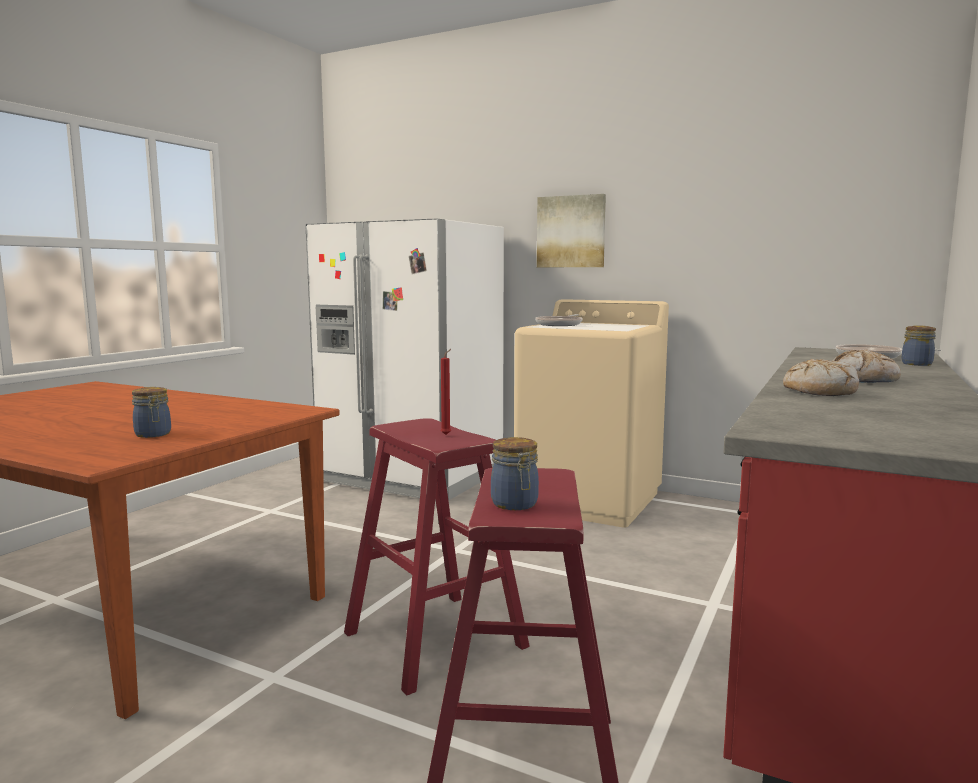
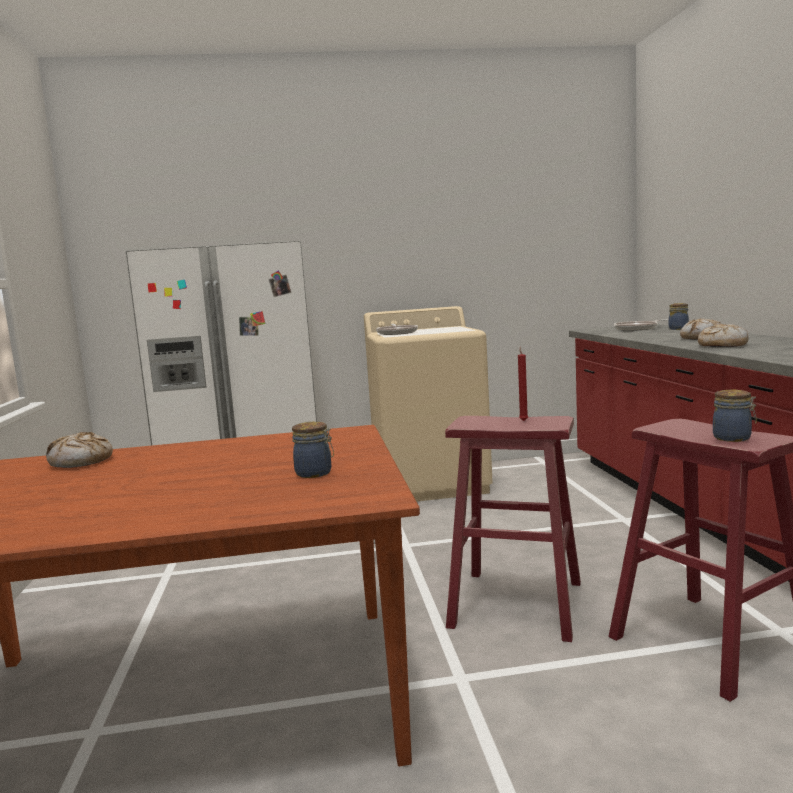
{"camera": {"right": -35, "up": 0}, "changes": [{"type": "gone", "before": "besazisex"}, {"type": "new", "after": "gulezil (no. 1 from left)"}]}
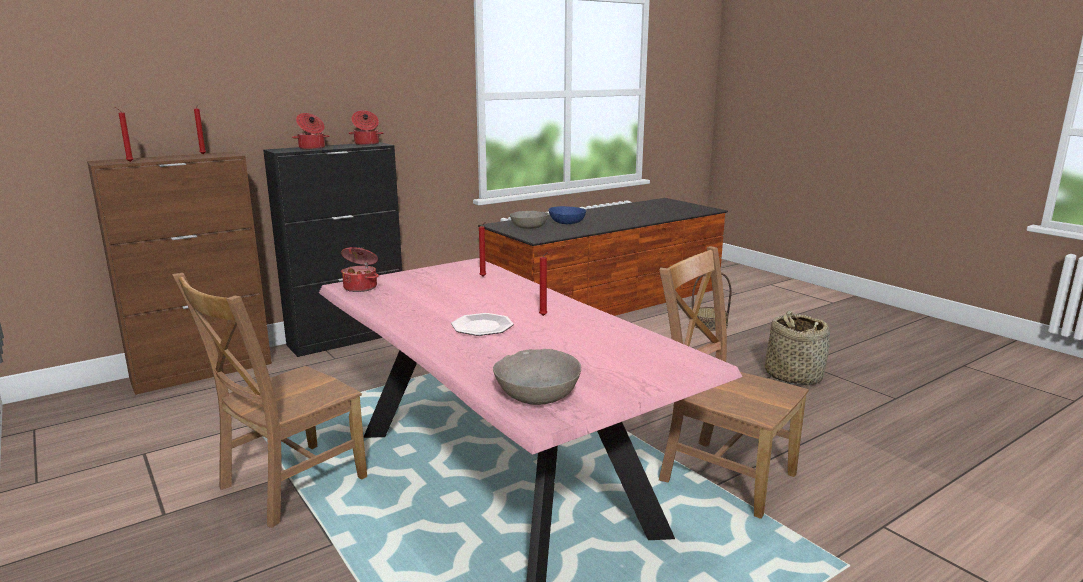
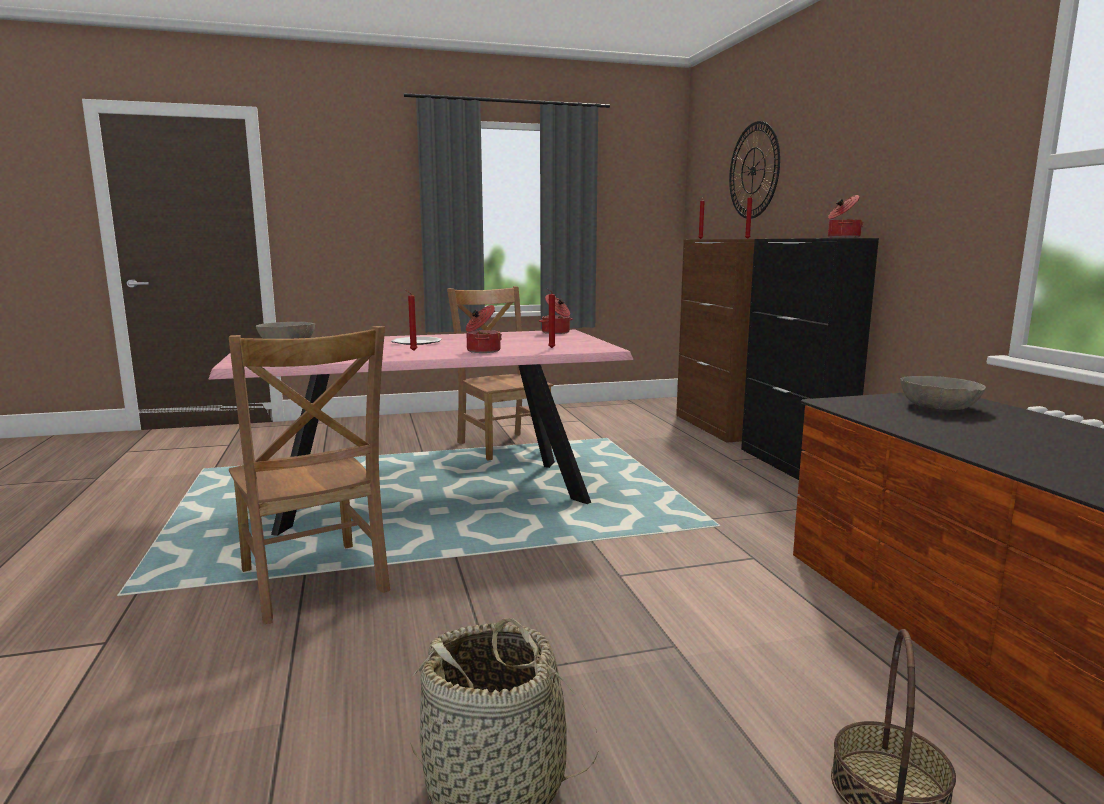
{"camera": {"right": 110, "up": -5}, "changes": [{"type": "shifted", "before": "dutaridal (no. 1 from left)"}, {"type": "gone", "before": "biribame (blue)"}, {"type": "rotated", "before": "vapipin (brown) (no. 2 from left in the first image)", "turn": 90}, {"type": "new", "after": "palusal"}]}
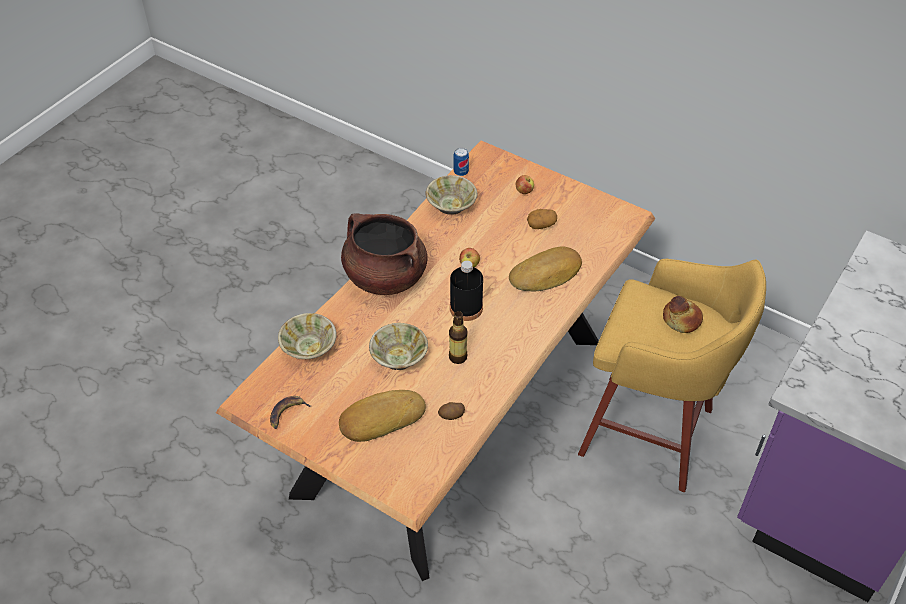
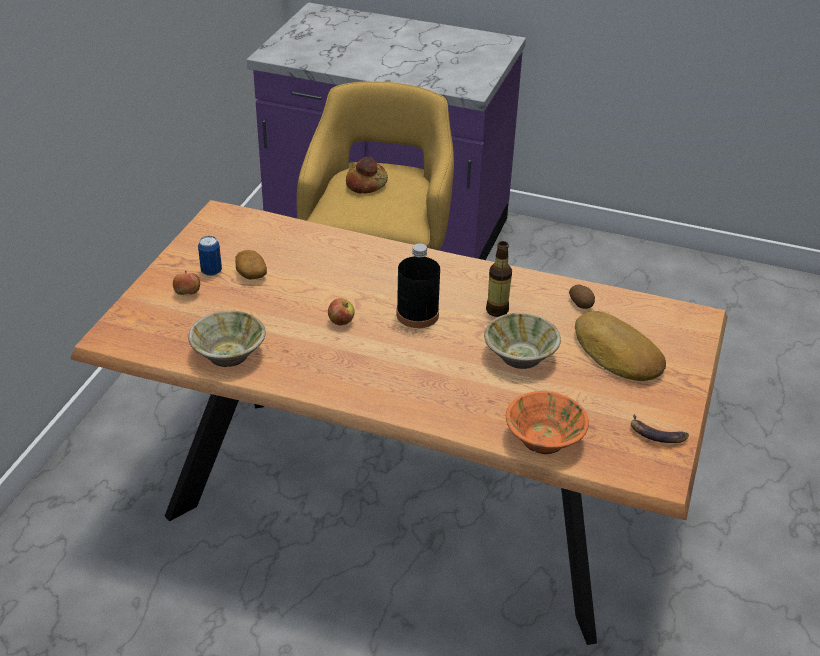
{"camera": {"right": -105, "up": -10}, "changes": [{"type": "shifted", "before": "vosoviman"}, {"type": "gone", "before": "dutaridal (brown)"}, {"type": "gone", "before": "gulezil (no. 2 from left)"}, {"type": "repainted", "before": "biribame (beige) (no. 1 from left)", "after": "biribame (orange)"}]}
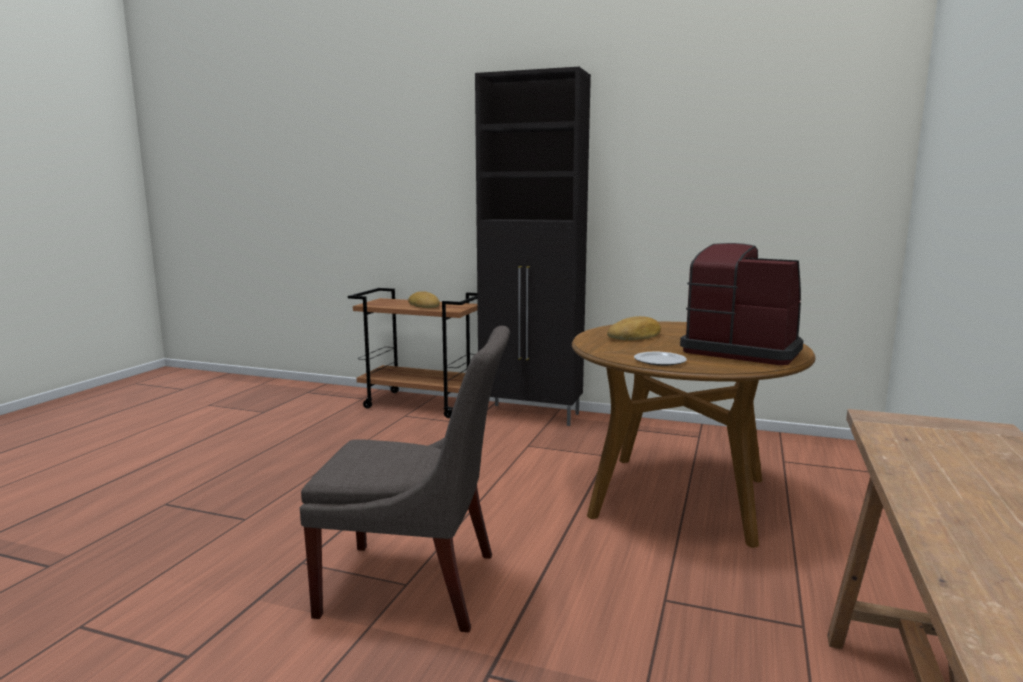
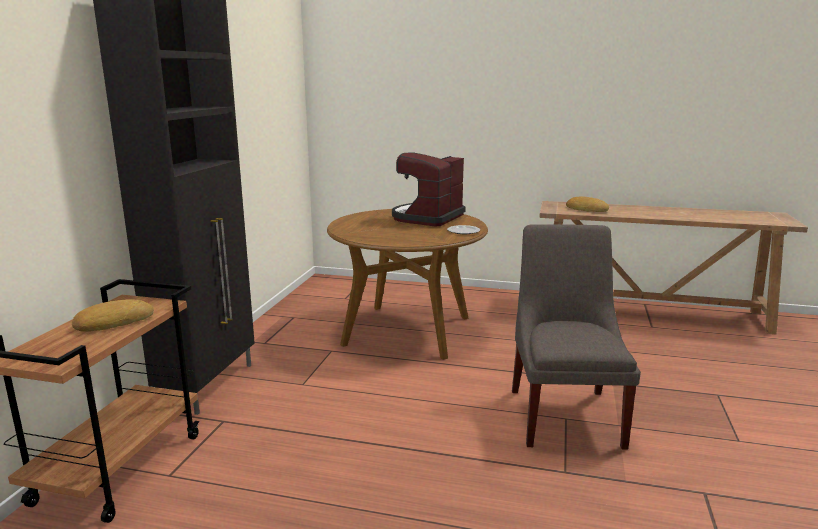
{"camera": {"right": -95, "up": 5}, "changes": [{"type": "shifted", "before": "gulezil (no. 2 from left)"}]}
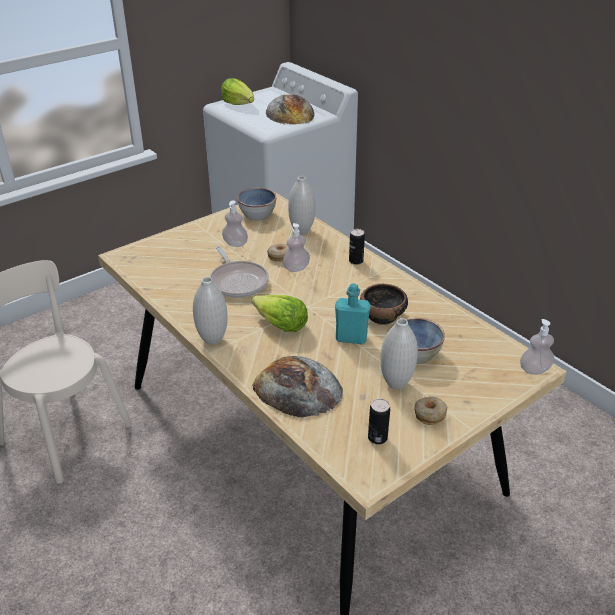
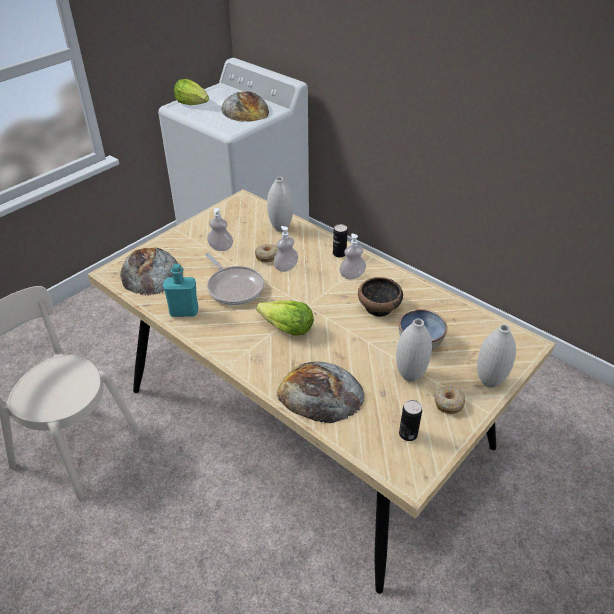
{"camera": {"right": -10, "up": 5}, "changes": [{"type": "gone", "before": "biribame (no. 1 from left)"}, {"type": "shifted", "before": "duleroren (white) (no. 1 from left in the first image)", "after": "duleroren (white) (no. 3 from left)"}, {"type": "shifted", "before": "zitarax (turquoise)"}, {"type": "shifted", "before": "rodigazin (no. 3 from left)"}, {"type": "new", "after": "gulezil (no. 1 from left)"}]}
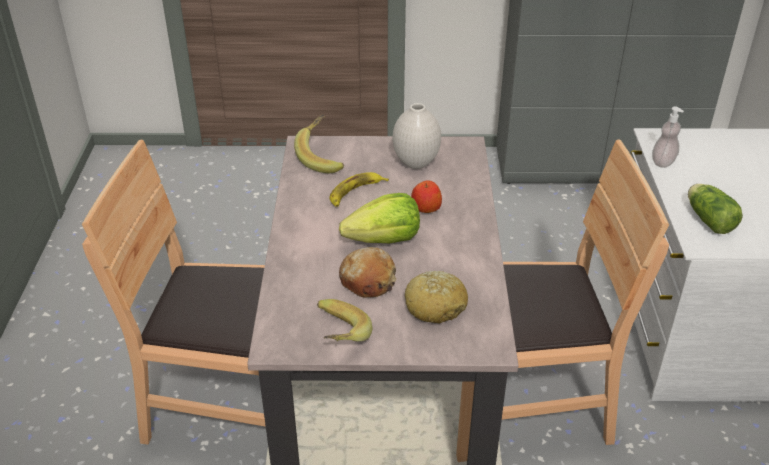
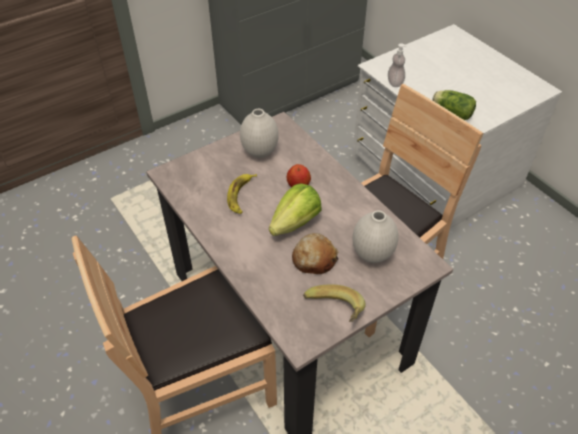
{"camera": {"right": -35, "up": 10}, "changes": [{"type": "gone", "before": "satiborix (no. 1 from left)"}, {"type": "swapped", "before": "gulezil (no. 2 from left)", "after": "duleroren (white) (no. 2 from left)"}]}
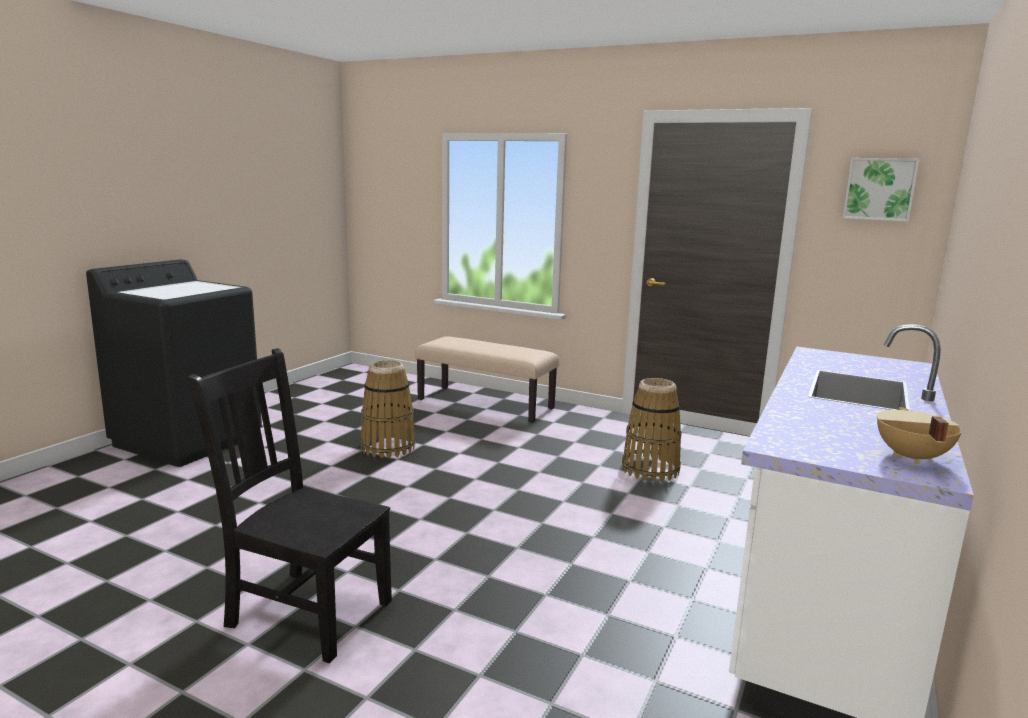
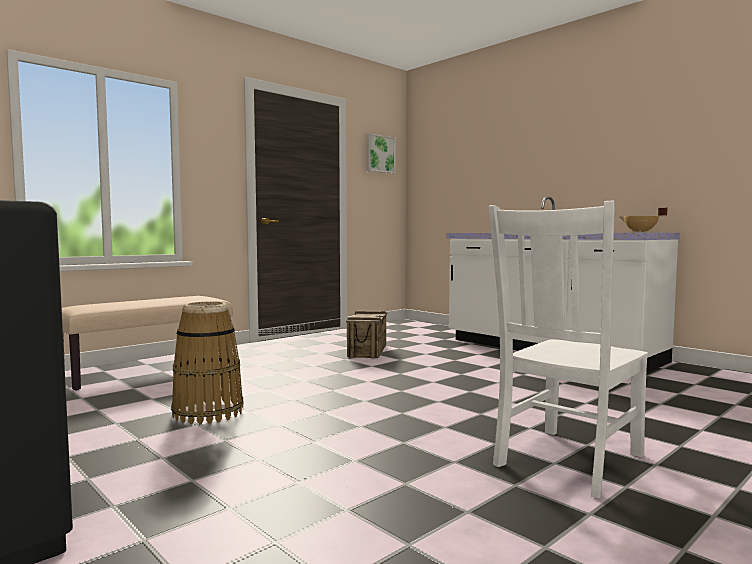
{"camera": {"right": -70, "up": -10}, "changes": [{"type": "repainted", "before": "vapipin (black)", "after": "vapipin (white)"}, {"type": "swapped", "before": "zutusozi (no. 2 from left)", "after": "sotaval"}]}
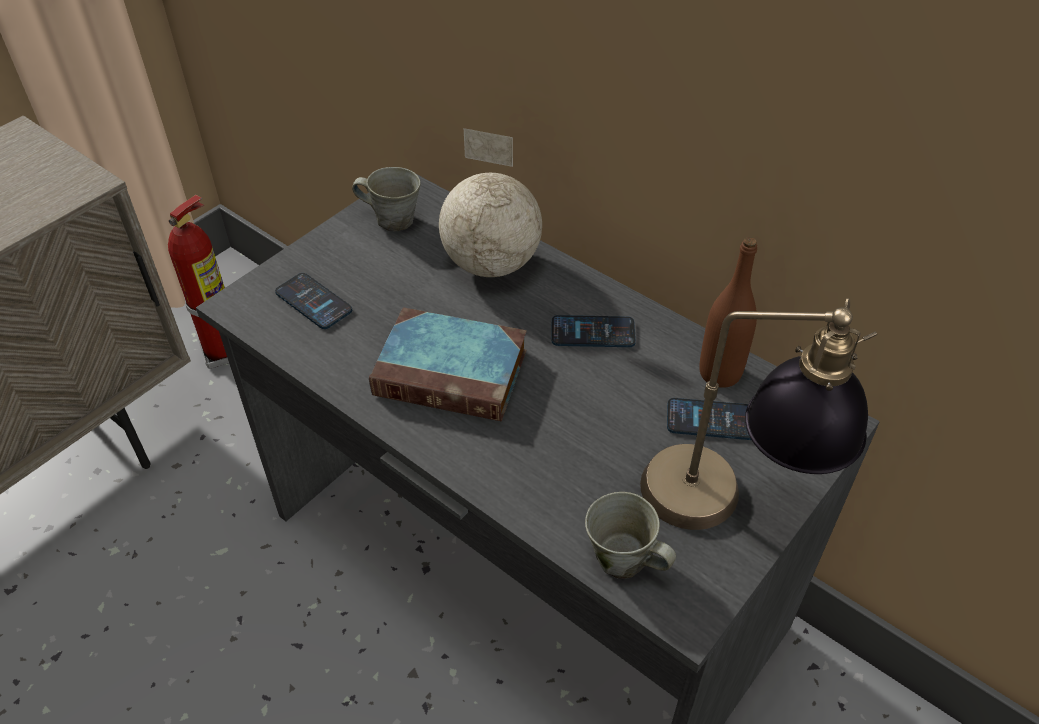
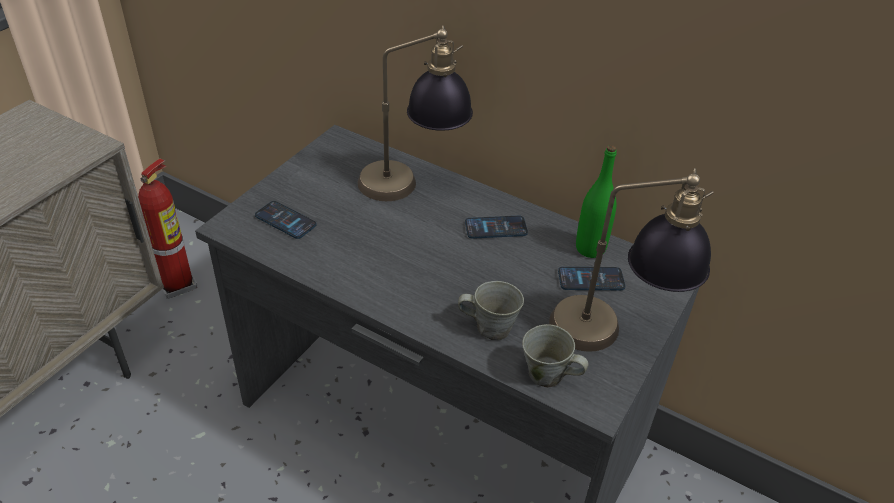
{"camera": {"right": -10, "up": -5}, "changes": [{"type": "swapped", "before": "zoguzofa", "after": "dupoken (no. 1 from left)"}, {"type": "shifted", "before": "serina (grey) (no. 1 from left)"}, {"type": "repainted", "before": "zitarax (brown)", "after": "zitarax (green)"}, {"type": "gone", "before": "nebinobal"}]}
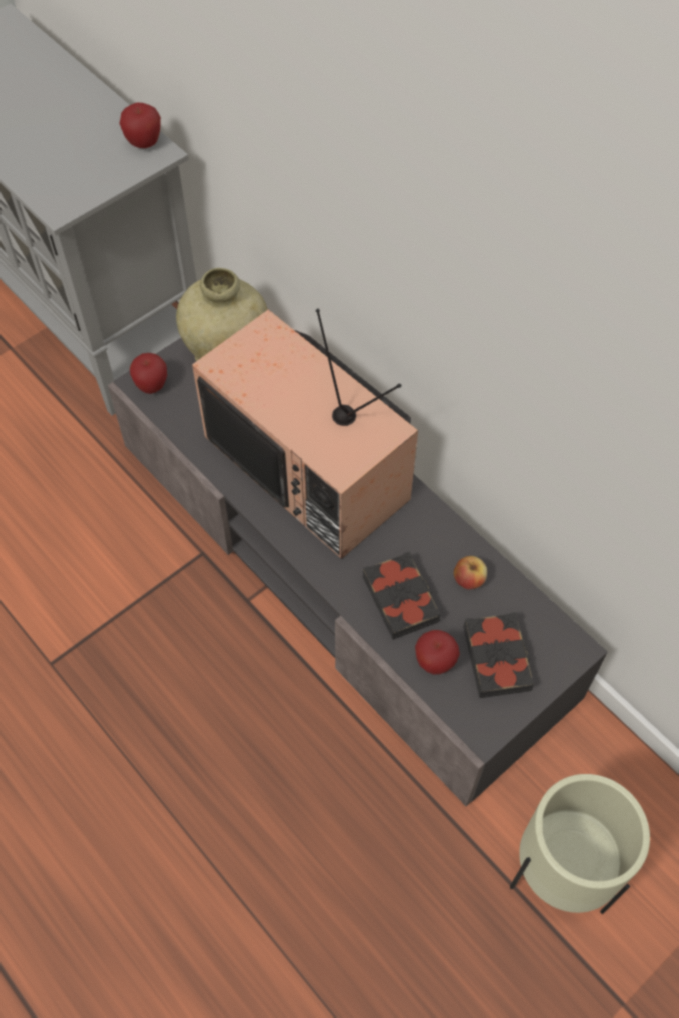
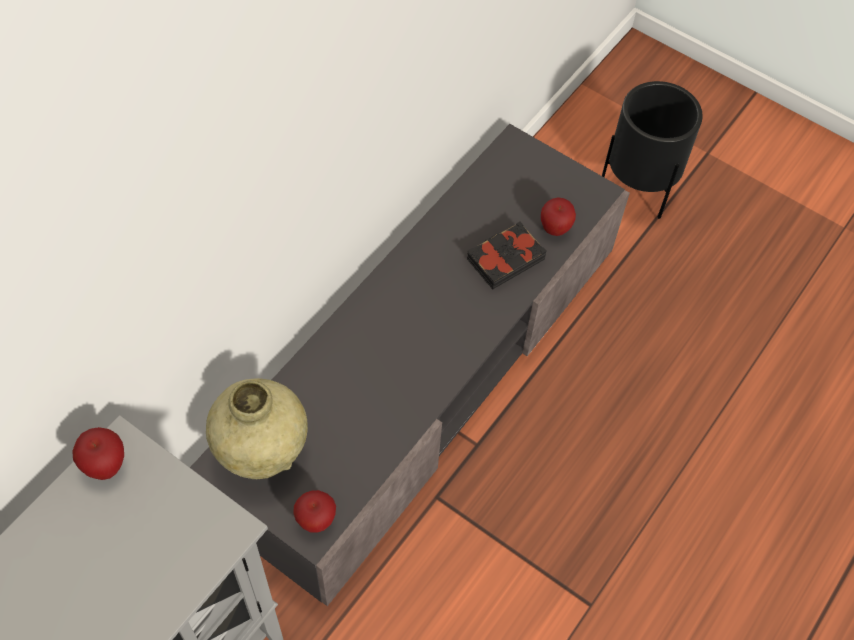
{"camera": {"right": -105, "up": 0}, "changes": [{"type": "gone", "before": "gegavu"}, {"type": "gone", "before": "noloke (no. 4 from left)"}, {"type": "gone", "before": "nebinobal (black) (no. 2 from left)"}, {"type": "repainted", "before": "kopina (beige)", "after": "kopina (black)"}]}
